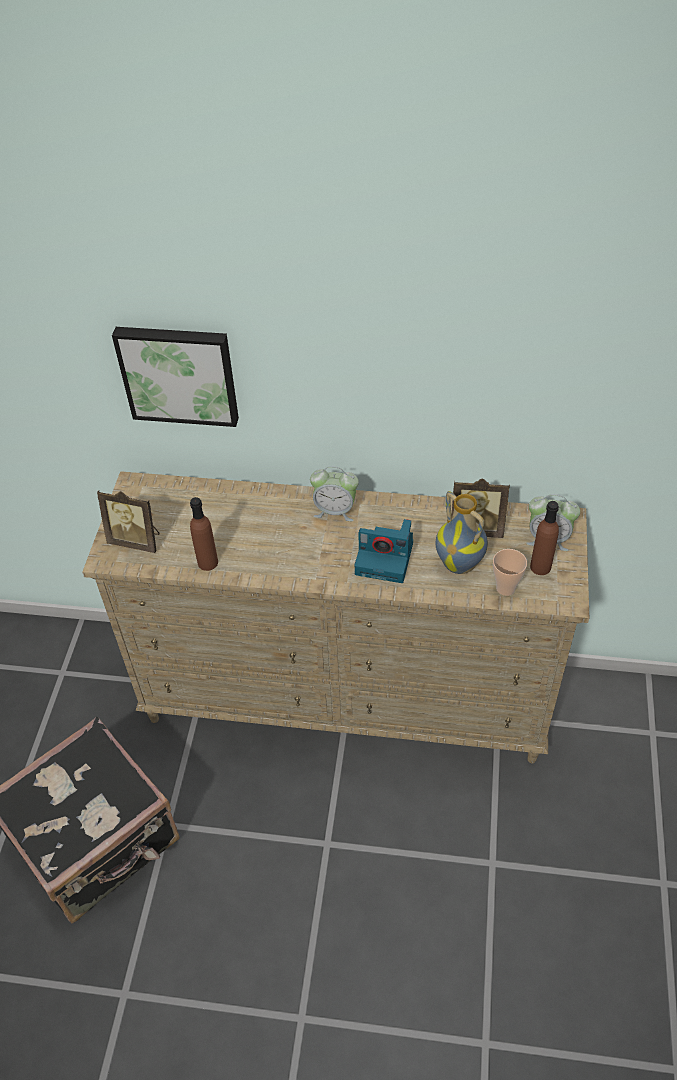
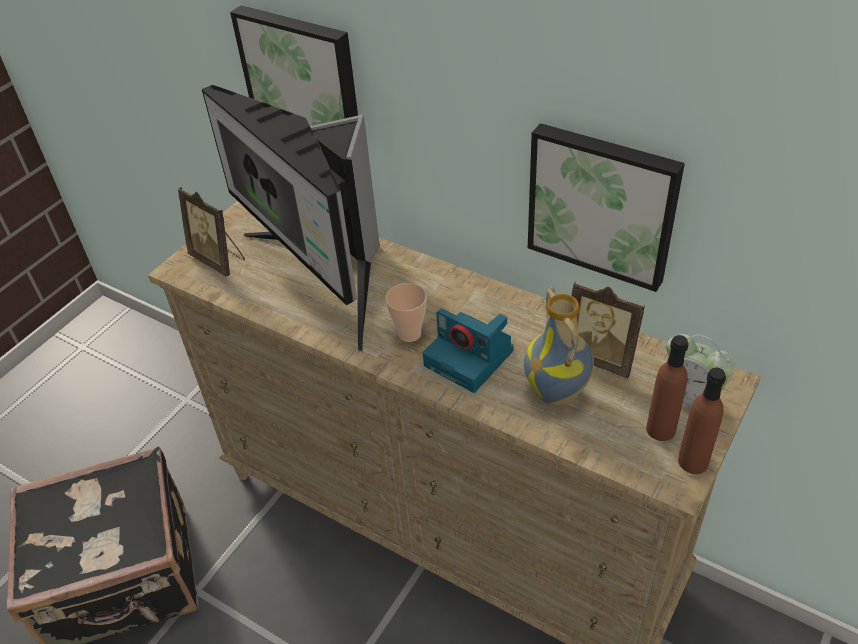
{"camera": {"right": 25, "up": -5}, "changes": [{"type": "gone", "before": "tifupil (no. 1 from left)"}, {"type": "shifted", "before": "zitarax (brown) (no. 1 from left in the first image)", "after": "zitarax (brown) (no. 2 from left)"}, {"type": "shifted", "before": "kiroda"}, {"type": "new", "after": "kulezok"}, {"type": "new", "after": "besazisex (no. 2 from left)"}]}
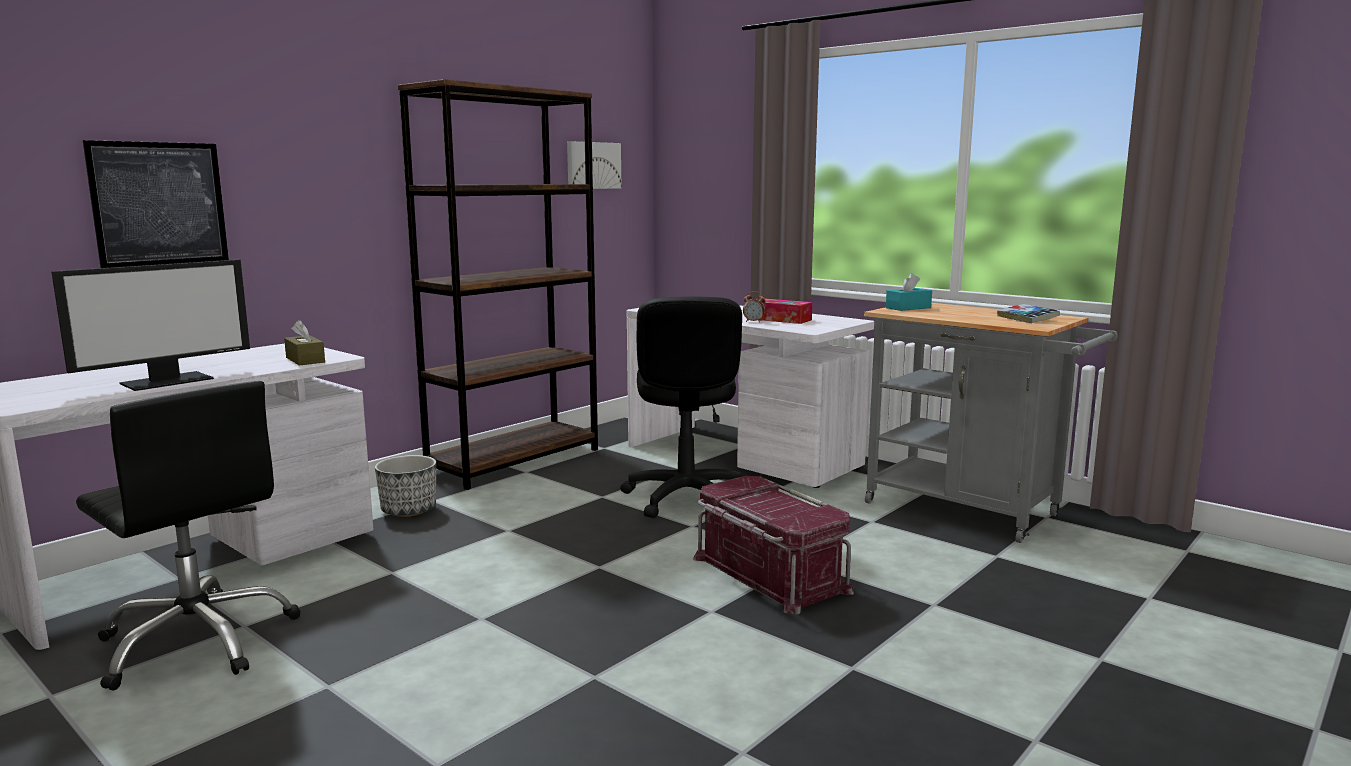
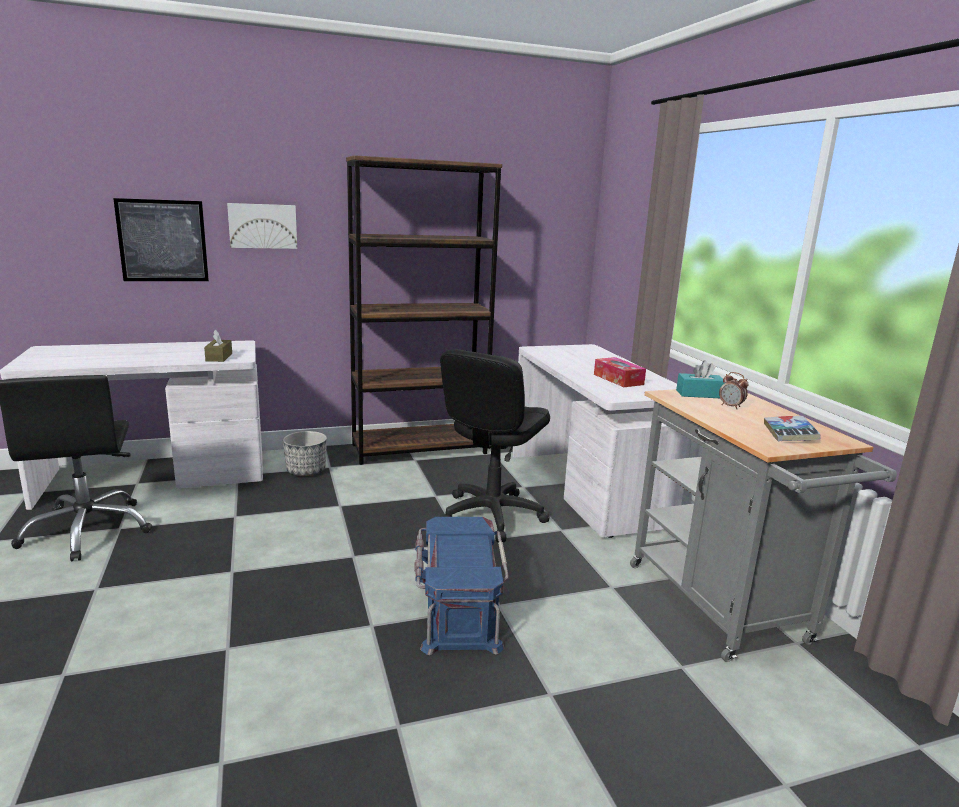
{"camera": {"right": 30, "up": 5}, "changes": [{"type": "shifted", "before": "besazisex (no. 2 from left)"}, {"type": "gone", "before": "kulezok"}, {"type": "shifted", "before": "tifupil"}, {"type": "repainted", "before": "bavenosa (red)", "after": "bavenosa (blue)"}]}
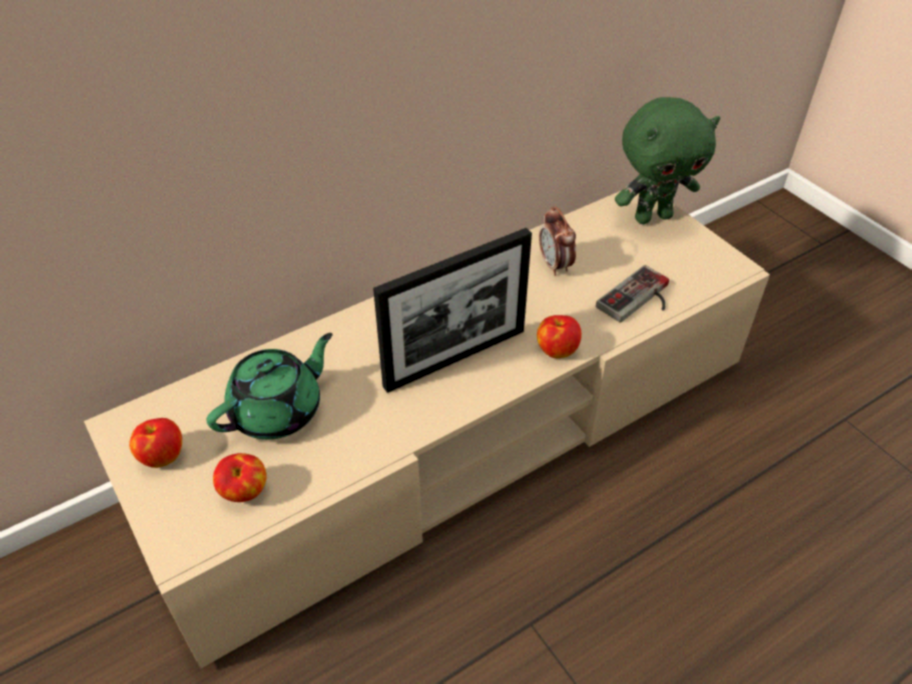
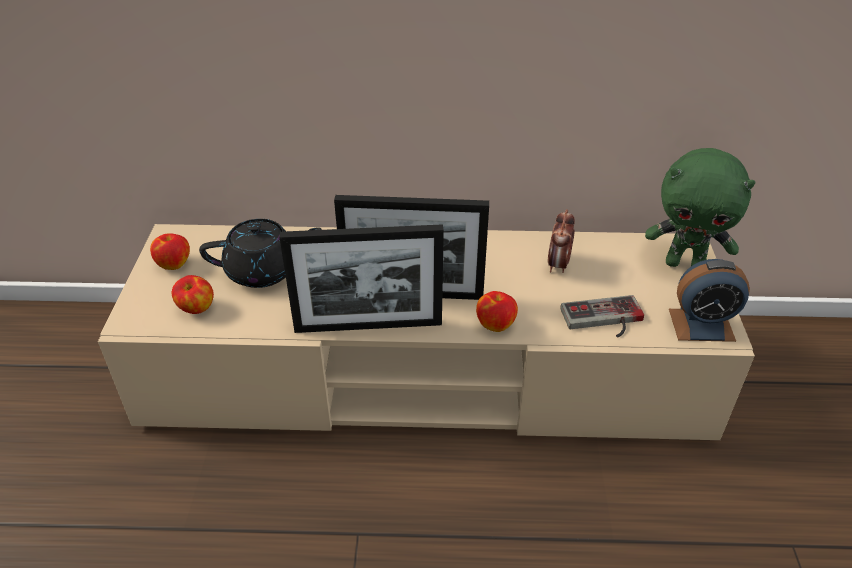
{"camera": {"right": 35, "up": -5}, "changes": [{"type": "repainted", "before": "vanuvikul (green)", "after": "vanuvikul (black)"}, {"type": "new", "after": "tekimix (no. 1 from left)"}, {"type": "new", "after": "tifupil (no. 2 from left)"}]}
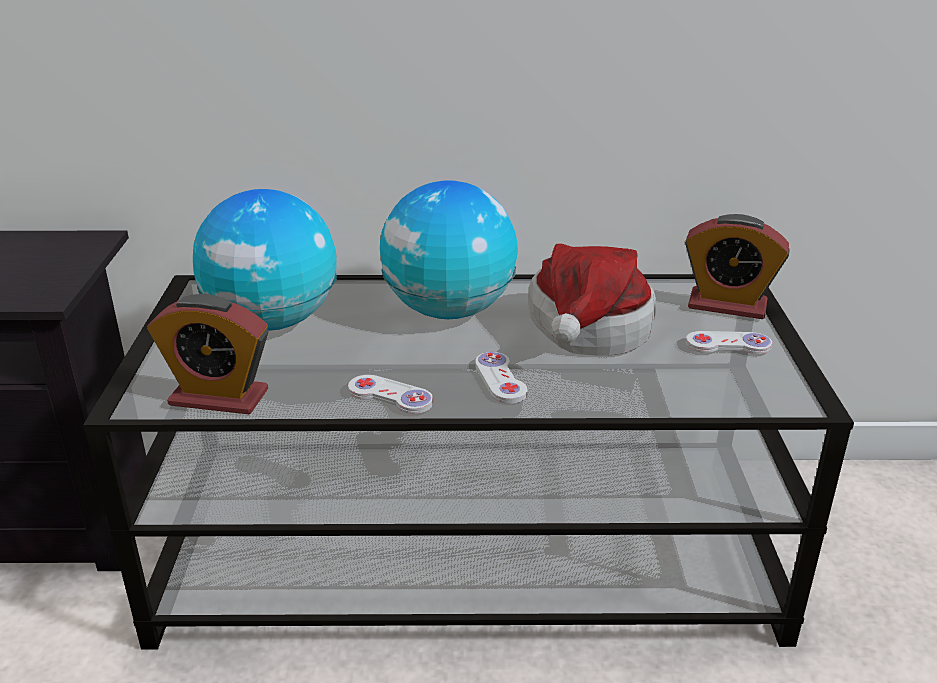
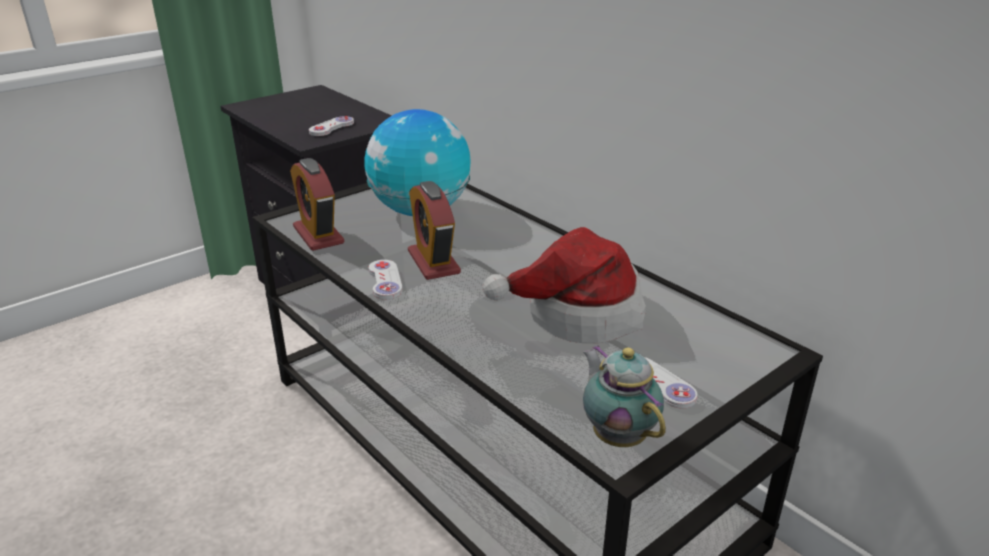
{"camera": {"right": 50, "up": 0}, "changes": [{"type": "gone", "before": "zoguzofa (no. 2 from left)"}, {"type": "shifted", "before": "tifupil (no. 2 from left)"}, {"type": "shifted", "before": "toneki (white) (no. 2 from left in the first image)", "after": "toneki (white) (no. 1 from left)"}, {"type": "new", "after": "vanuvikul"}]}
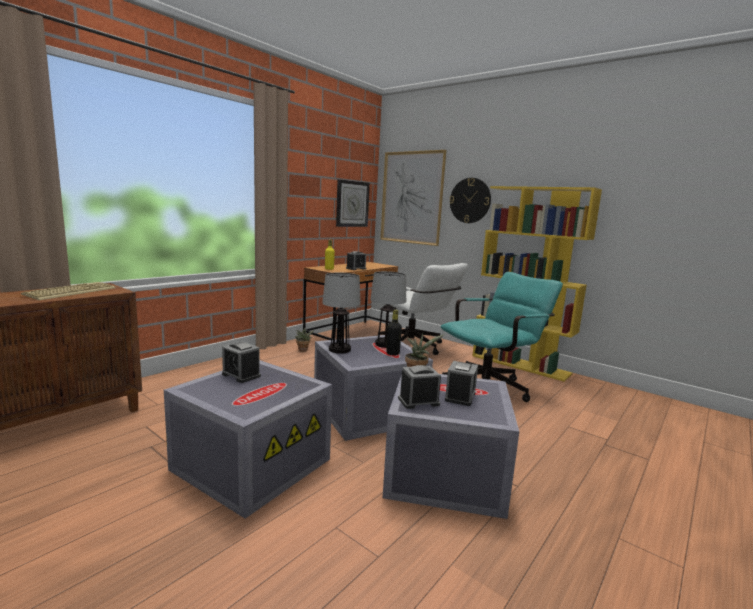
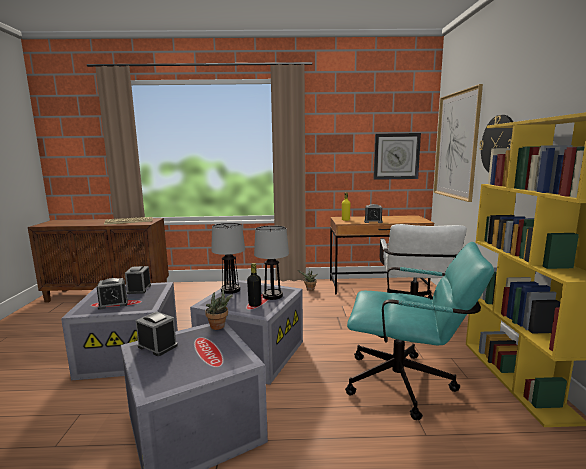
{"camera": {"right": 50, "up": 0}, "changes": [{"type": "shifted", "before": "tifupil (no. 4 from left in the first image)", "after": "tifupil (no. 1 from left)"}]}
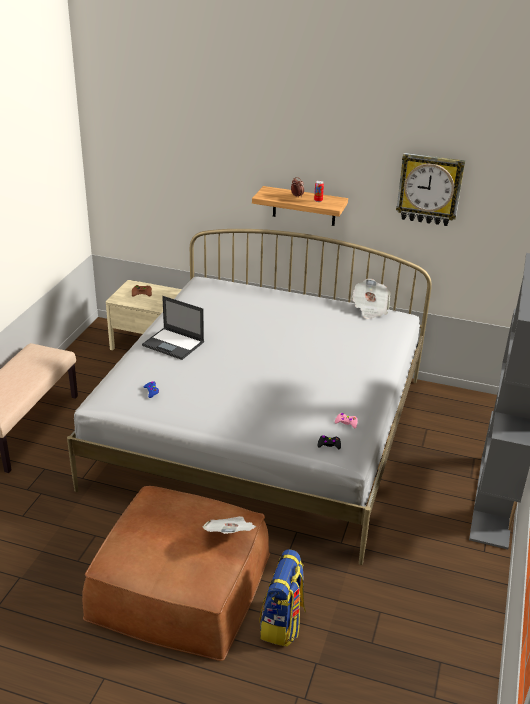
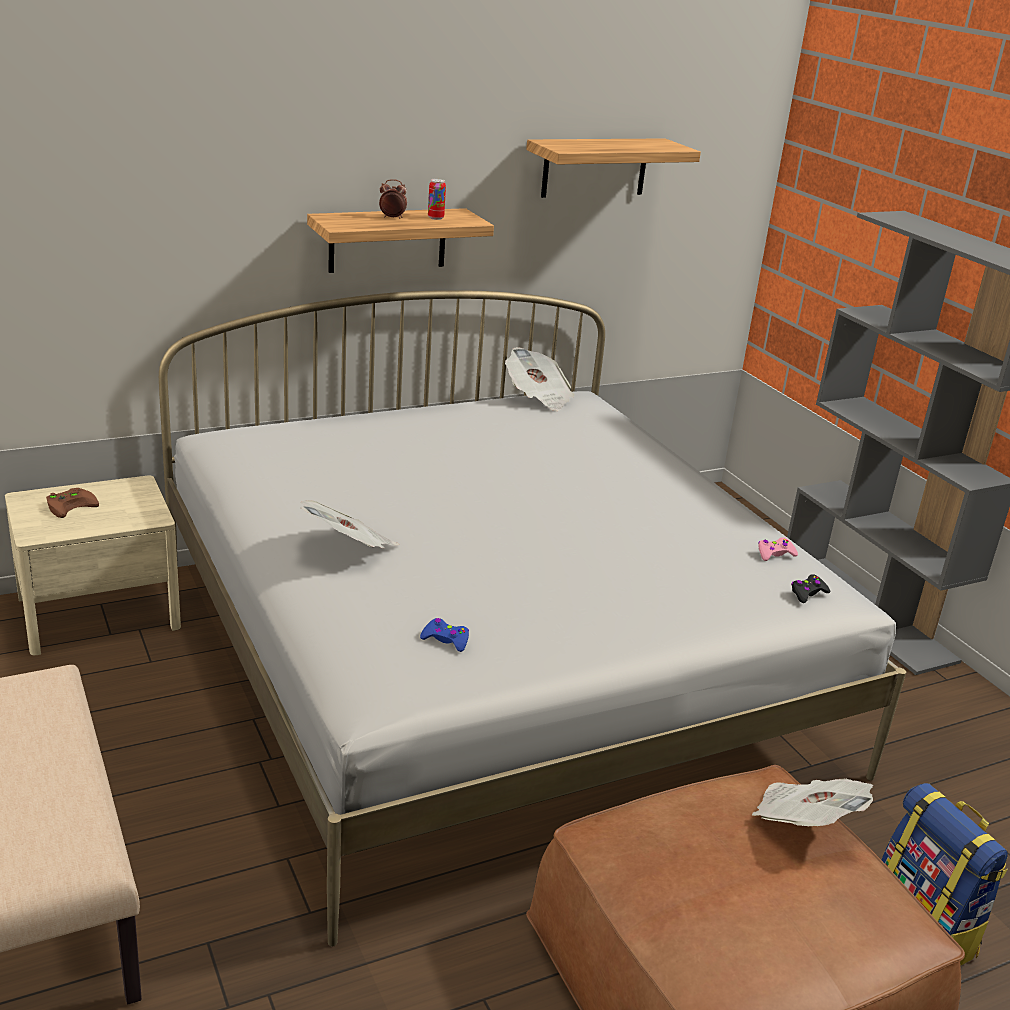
{"camera": {"right": -45, "up": -5}, "changes": [{"type": "swapped", "before": "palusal", "after": "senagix (no. 2 from left)"}, {"type": "swapped", "before": "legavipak", "after": "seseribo (no. 1 from left)"}]}
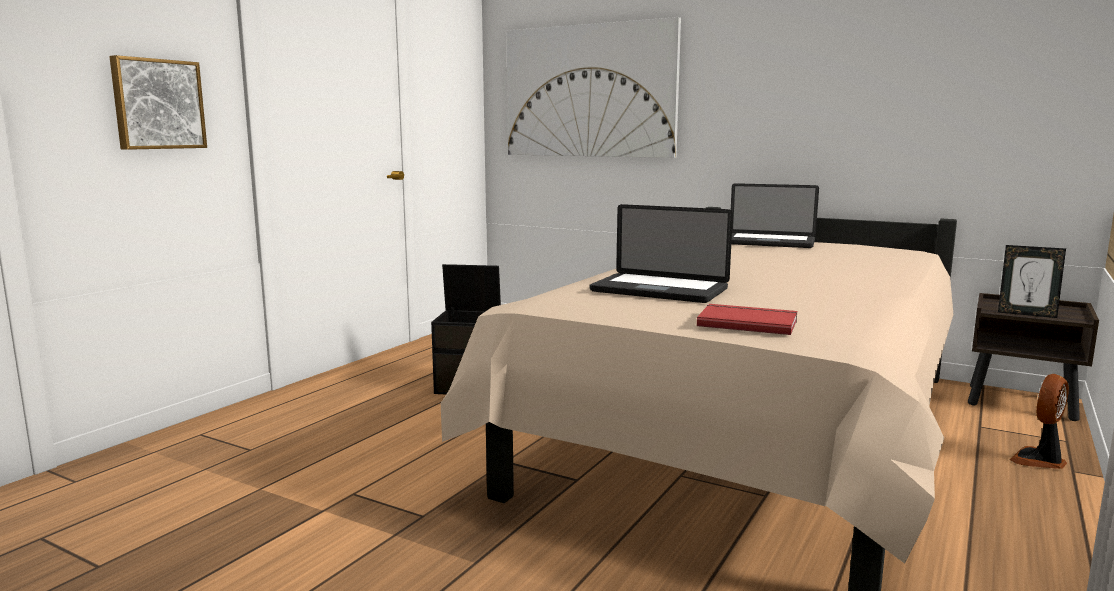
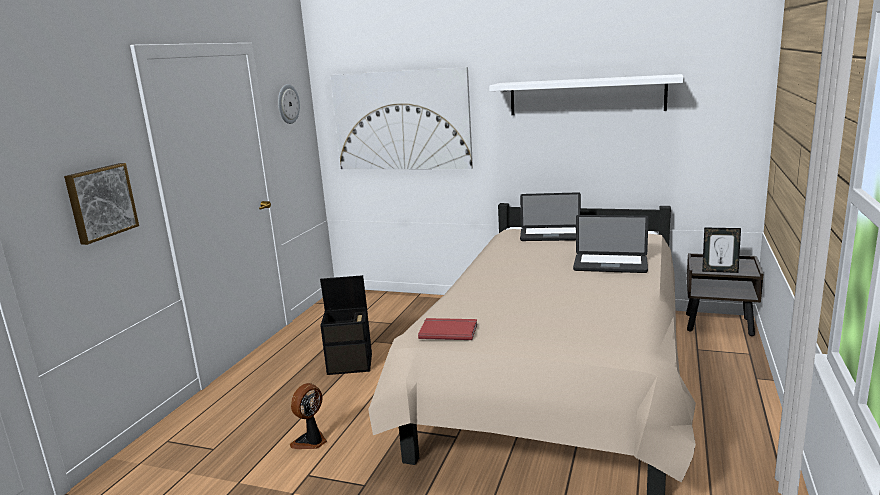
{"camera": {"right": -10, "up": 5}, "changes": [{"type": "shifted", "before": "legavipak (no. 1 from left in the first image)", "after": "legavipak (no. 2 from left)"}, {"type": "shifted", "before": "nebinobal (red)"}, {"type": "shifted", "before": "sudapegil"}, {"type": "new", "after": "senagix (white)"}, {"type": "new", "after": "palusal"}]}
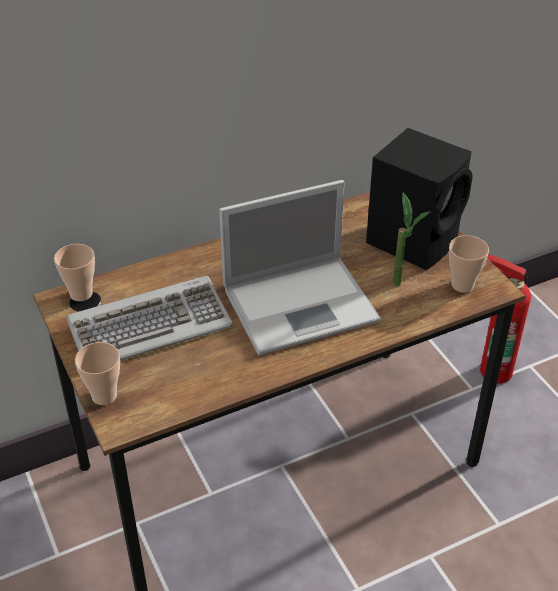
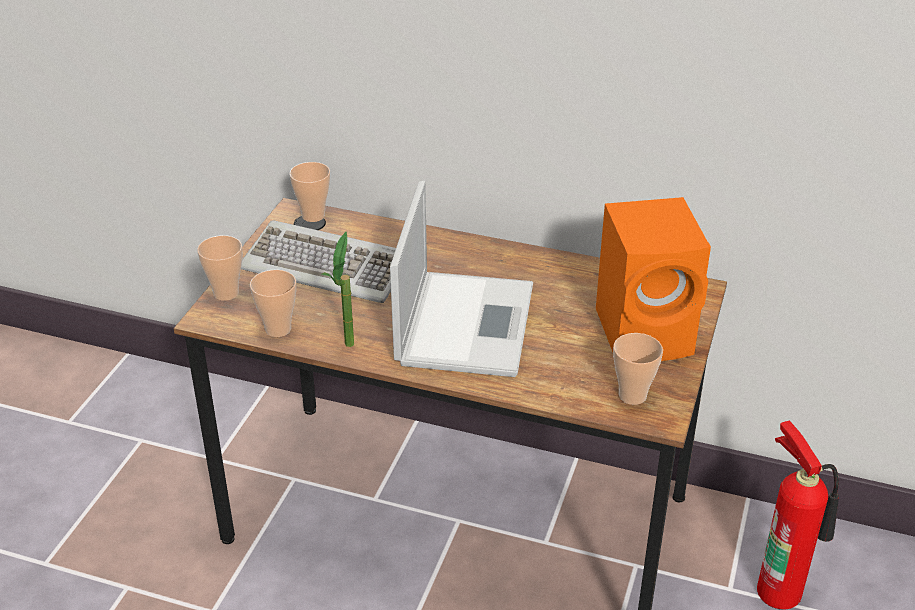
{"camera": {"right": 45, "up": -5}, "changes": [{"type": "repainted", "before": "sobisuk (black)", "after": "sobisuk (orange)"}, {"type": "rotated", "before": "legavipak", "turn": -105}, {"type": "shifted", "before": "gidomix"}, {"type": "new", "after": "kiroda (no. 2 from left)"}]}
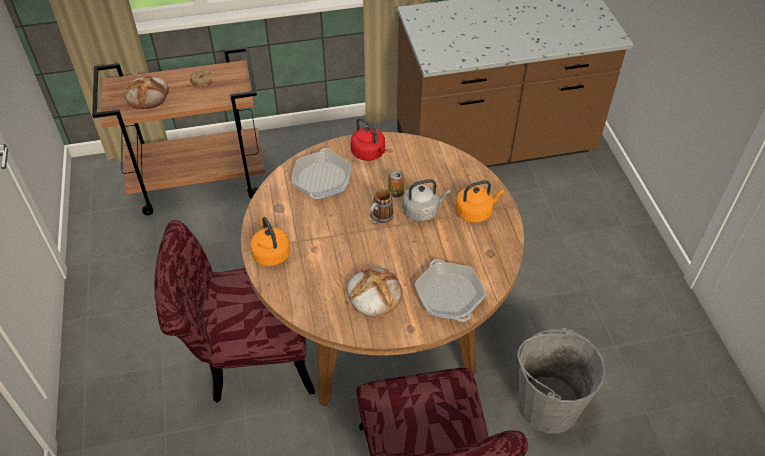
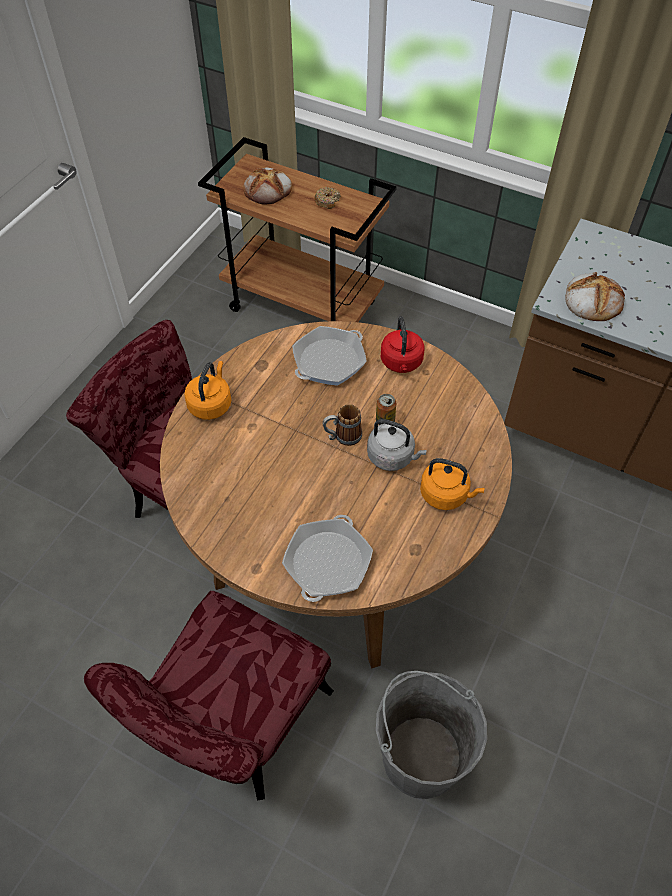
{"camera": {"right": 40, "up": 5}, "changes": [{"type": "shifted", "before": "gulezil (no. 2 from left)"}]}
